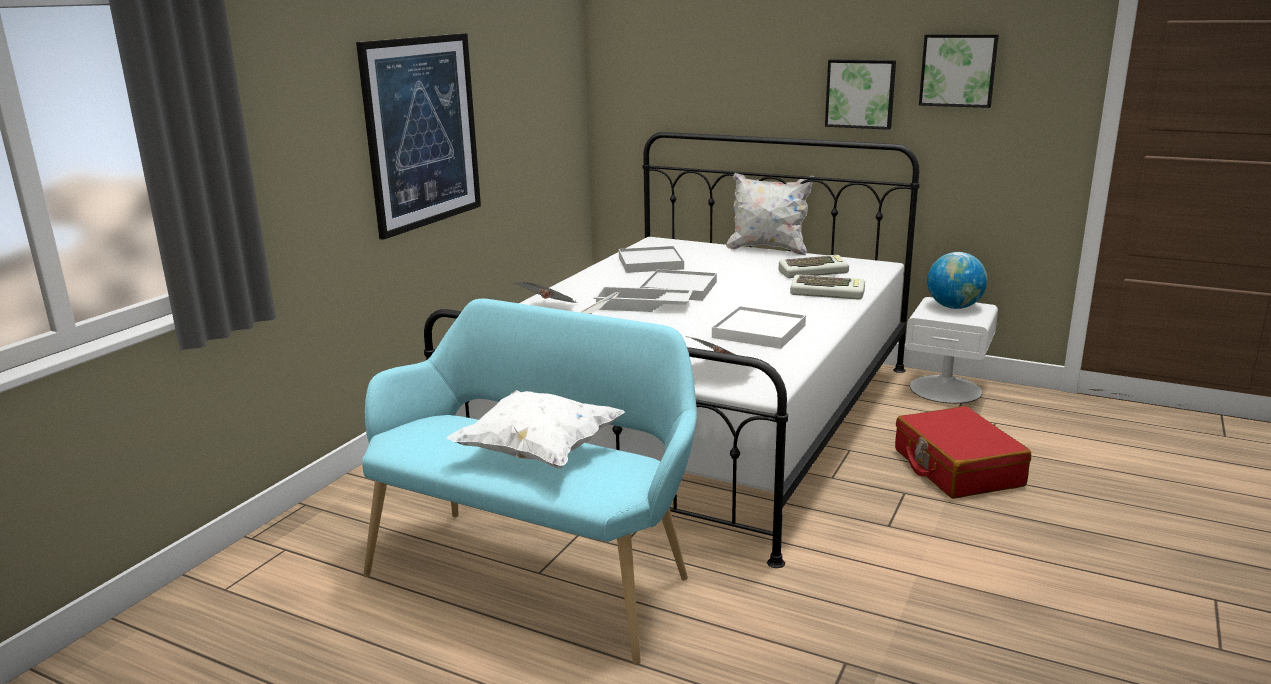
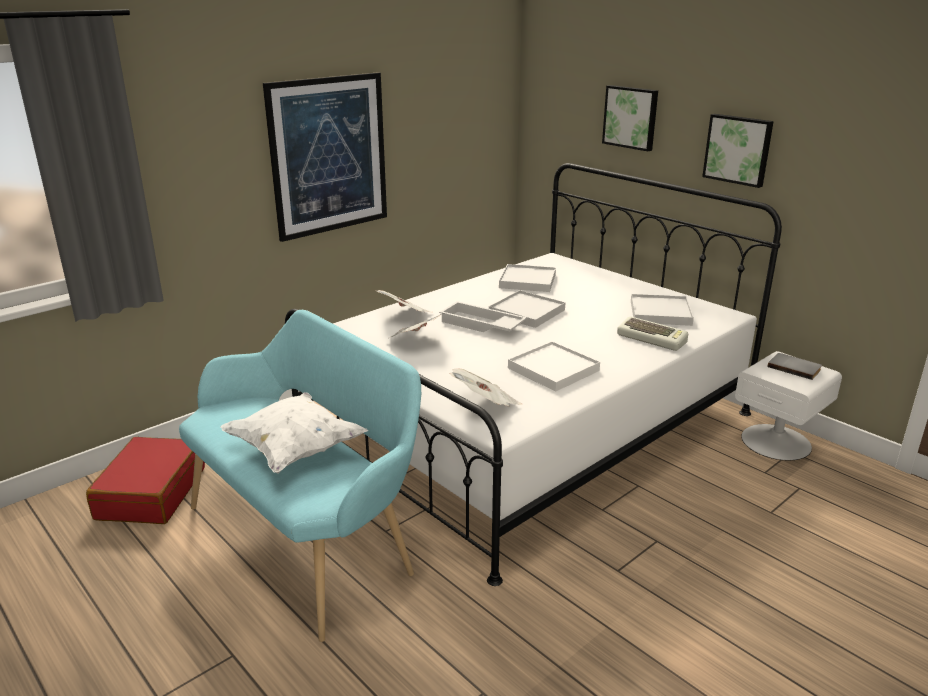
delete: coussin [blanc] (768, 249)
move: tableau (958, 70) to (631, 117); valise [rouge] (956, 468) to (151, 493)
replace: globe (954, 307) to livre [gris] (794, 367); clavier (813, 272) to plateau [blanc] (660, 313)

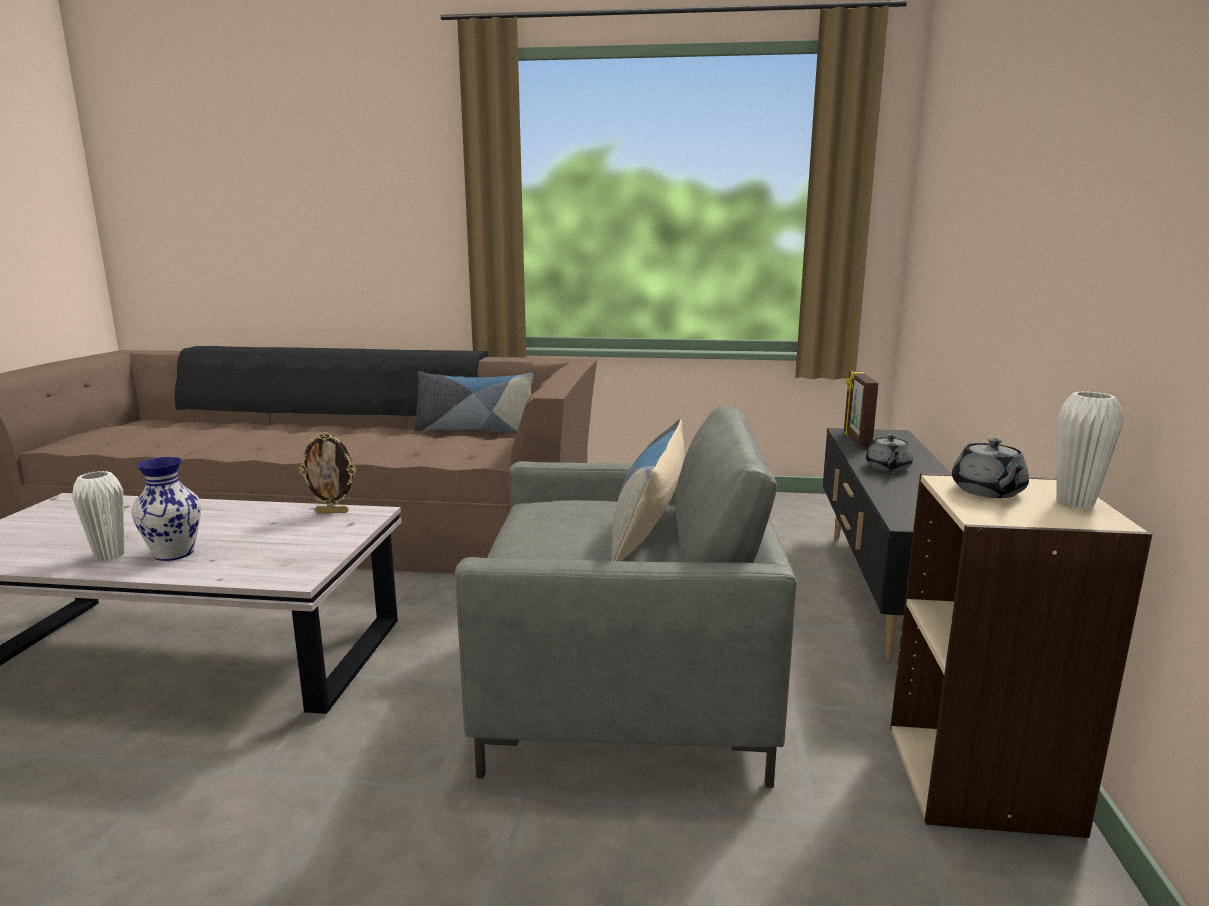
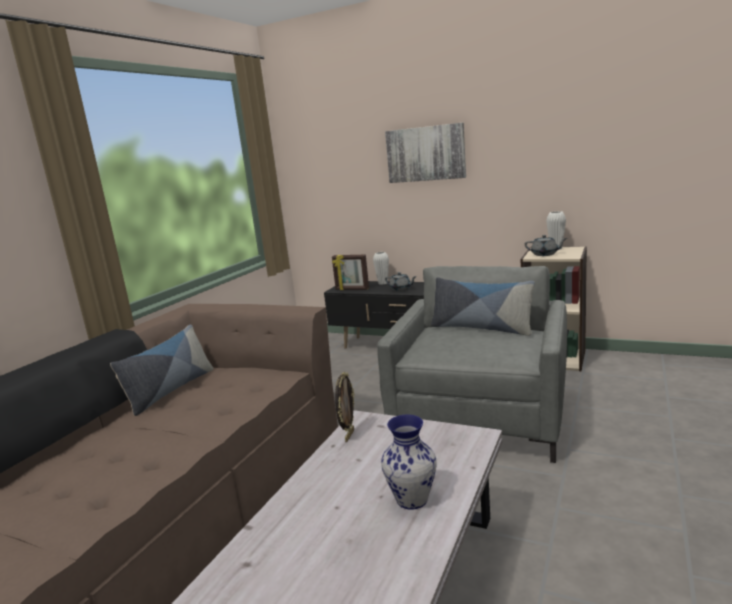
insert: tableau (425, 153)
move: vase [blanc] (109, 555) to (383, 283)

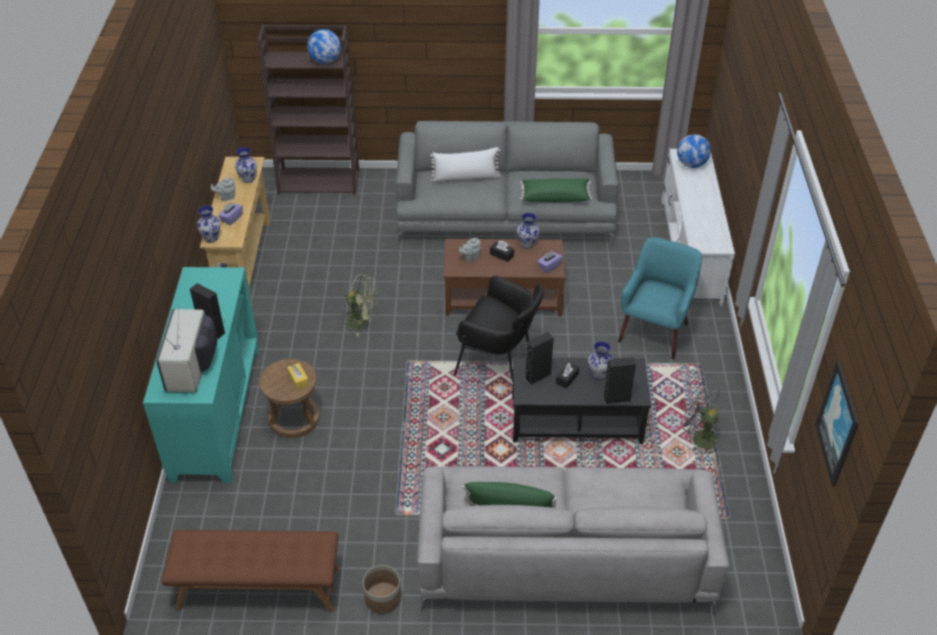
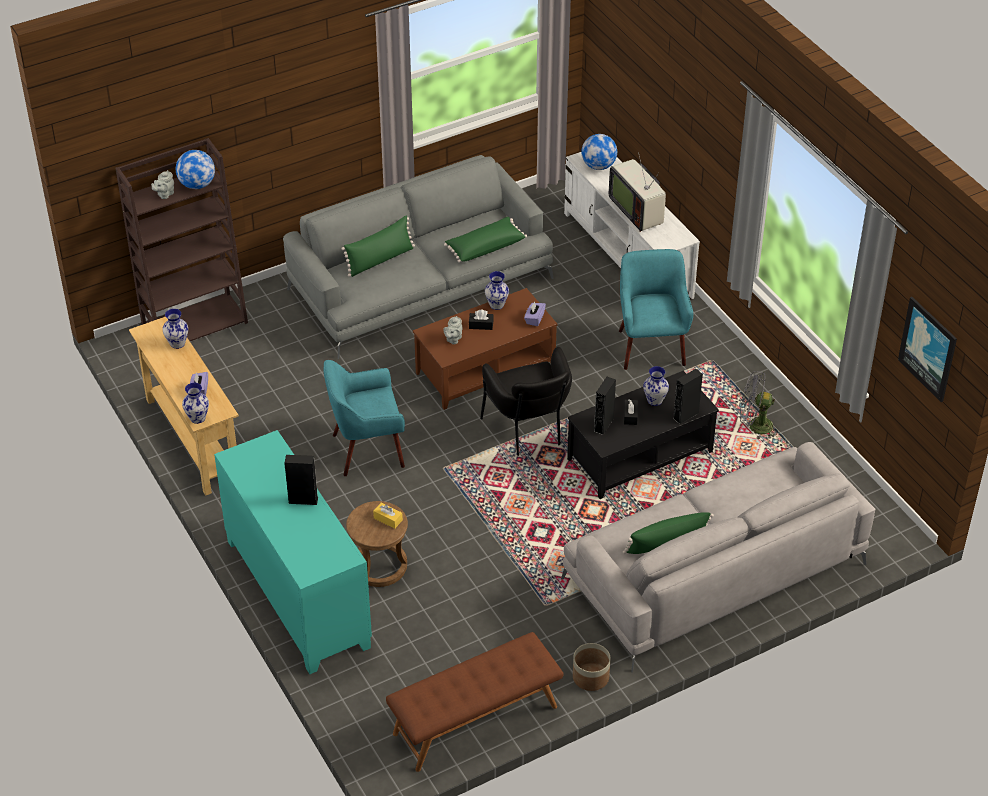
move: théière [gris] (226, 197) to (164, 194); téléviseur (193, 367) to (638, 211)
replace: ventilateur [vert] (361, 322) to fauteuil [turquoise] (366, 450)
recolor: coussin [blanc] (465, 177) to coussin [vert] (380, 260)
rotate: fauteuil [noir] (498, 361) = (529, 432) 75 degrees clockwise

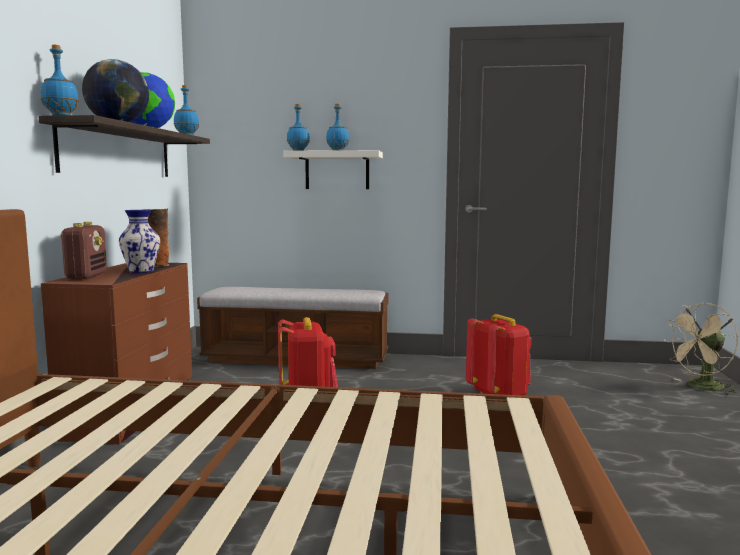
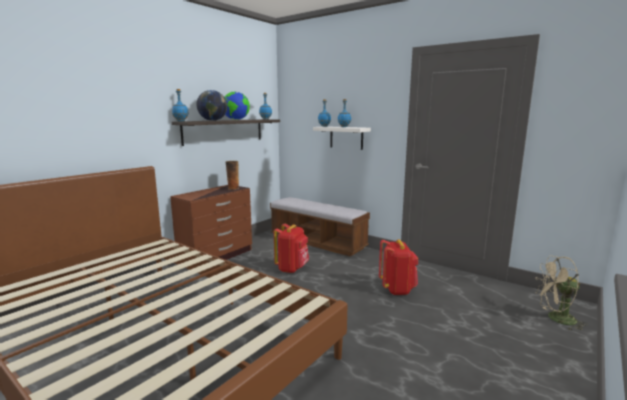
delete: vase (142, 271); radio (86, 276)

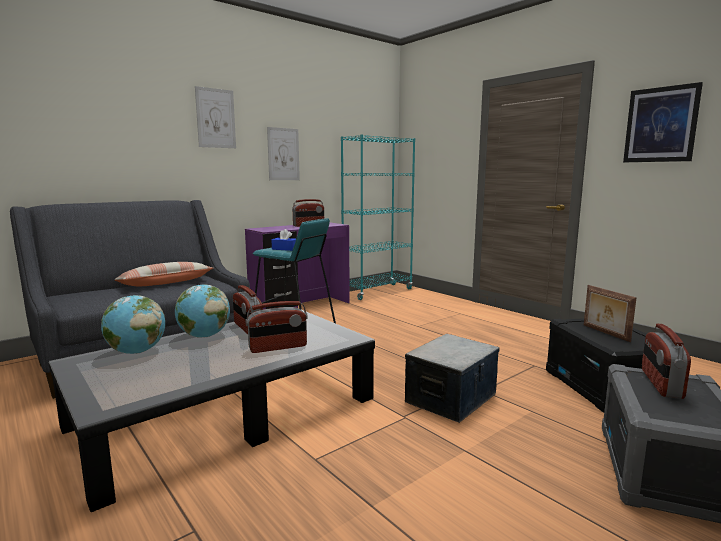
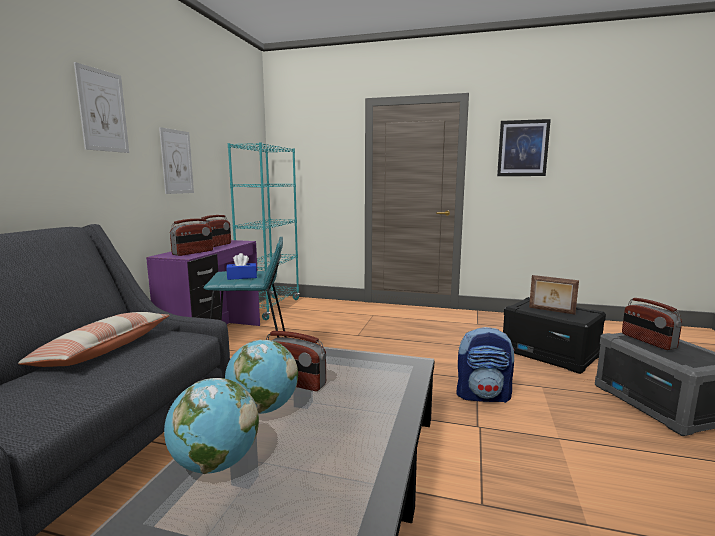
move: radio (278, 347) to (193, 252)
replace: boîte de rangement (451, 399) to sac à dos (483, 396)

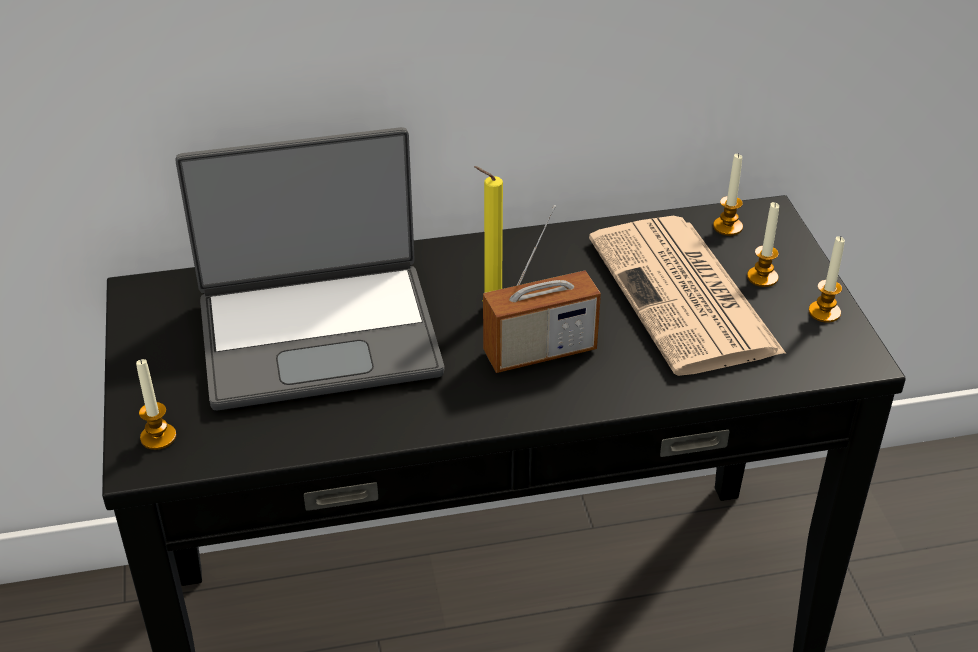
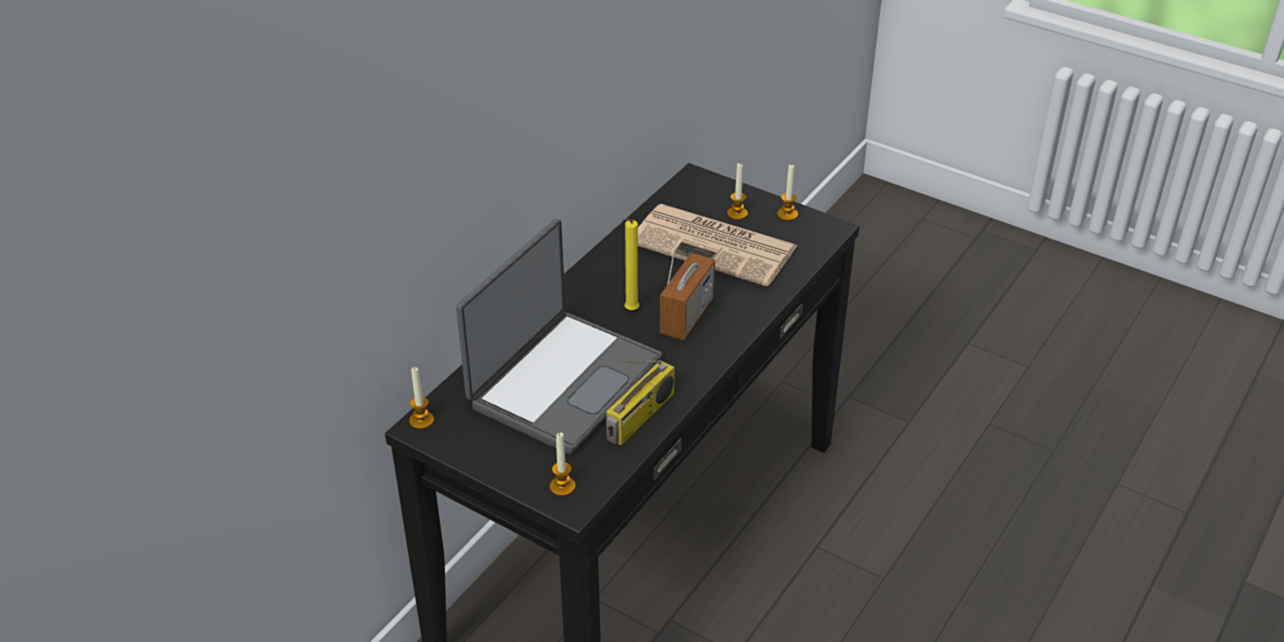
insert: radio (640, 417)
move: bougie (727, 227) to (421, 420)

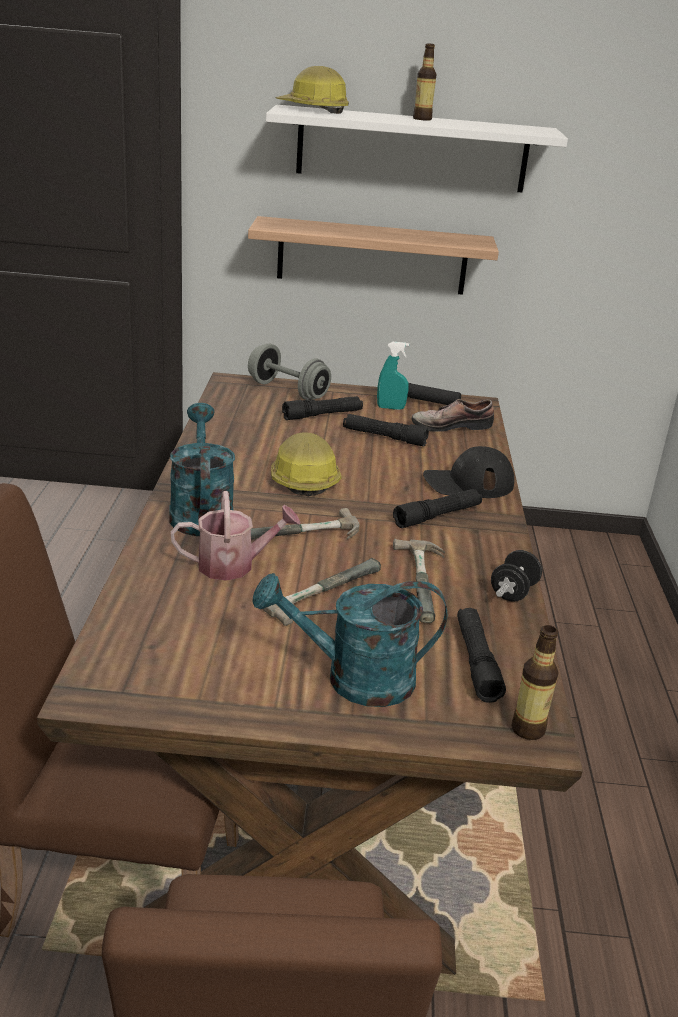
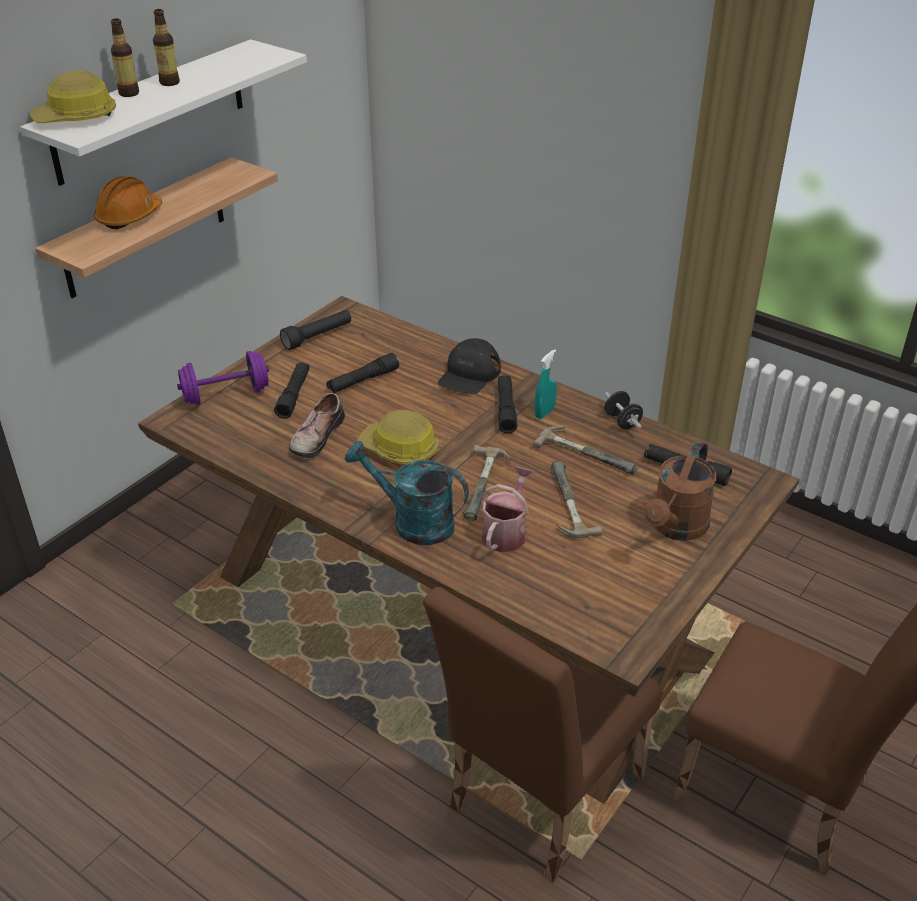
insert: casque de chantier [orange] (129, 217)
move: vaporisateur [turquoise] (390, 408) to (544, 413); chaussure (450, 425) to (315, 436); bouteille (528, 729) to (129, 93)
recolor: haltère [gris] (288, 391) to haltère [violet] (226, 395); arrosoir [turquoise] (353, 680) to arrosoir [marron] (676, 528)

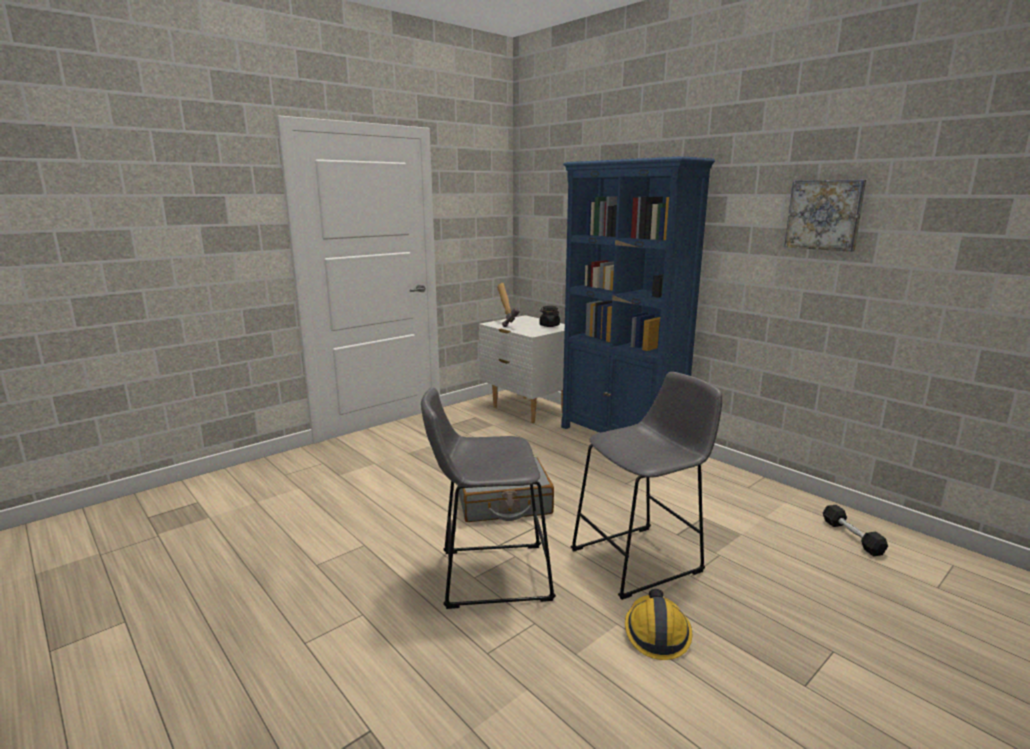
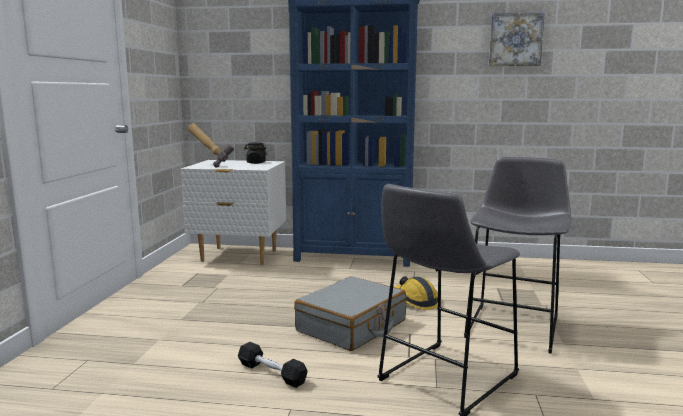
move: haltère [noir] (852, 537) to (272, 373); casque de chantier (656, 632) to (416, 301)

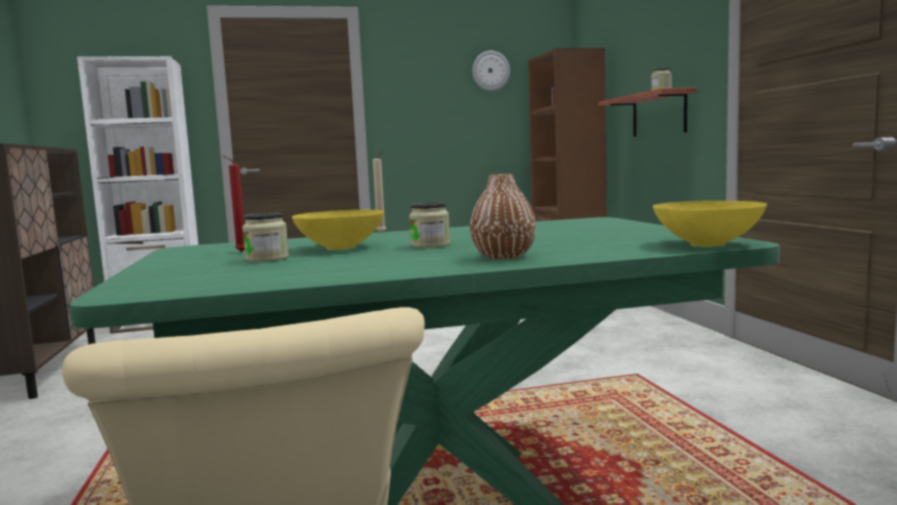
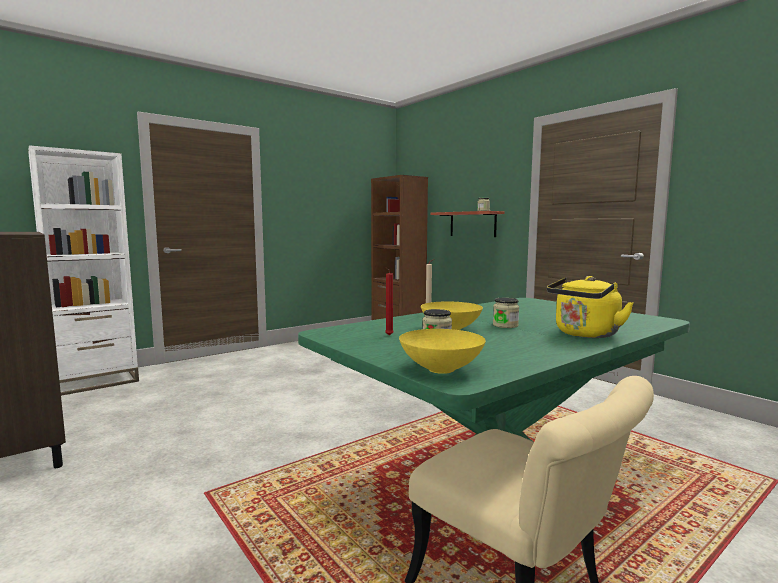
delete: horloge murale (490, 71)
move: bol [jaune] (708, 244) to (441, 369)
replace: vase [marron] (503, 256) to bouilloire [jaune] (585, 334)

